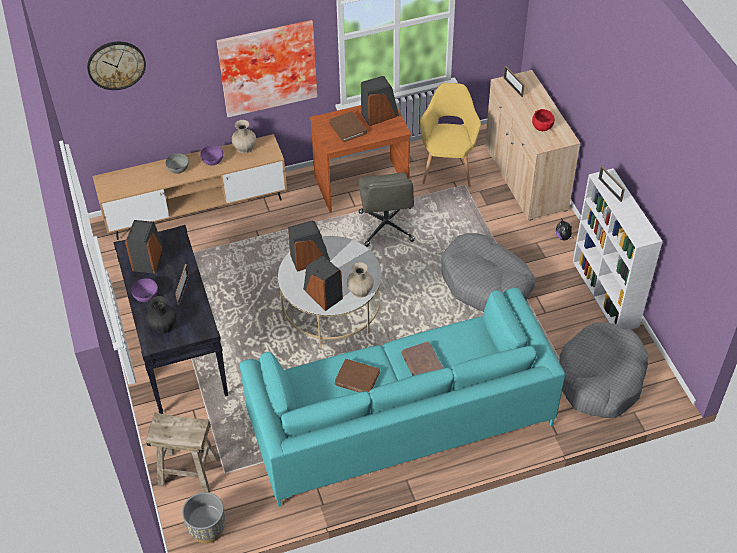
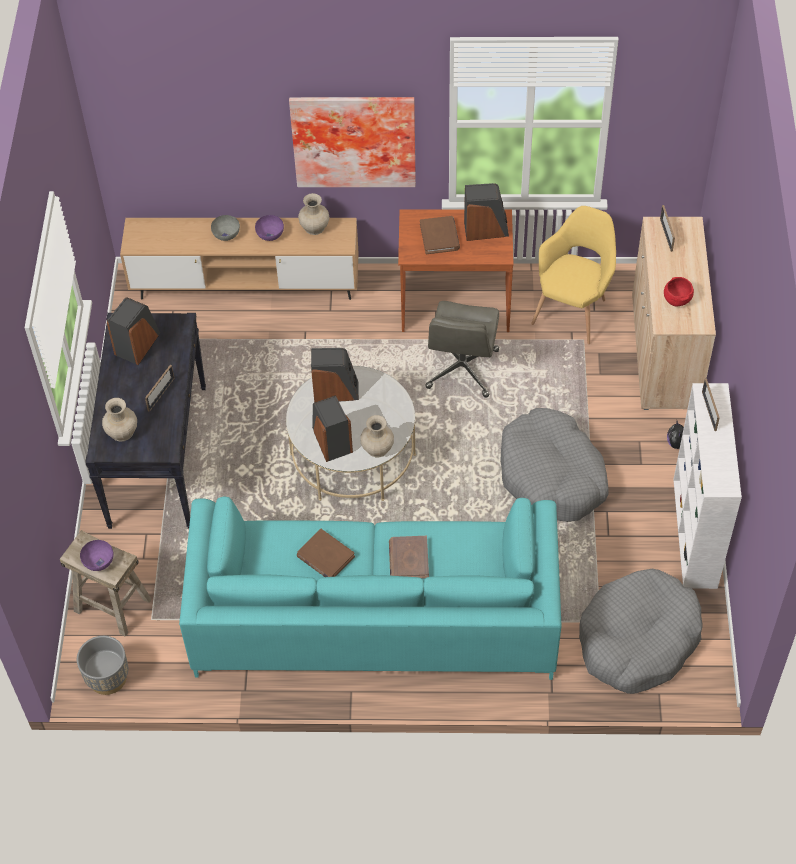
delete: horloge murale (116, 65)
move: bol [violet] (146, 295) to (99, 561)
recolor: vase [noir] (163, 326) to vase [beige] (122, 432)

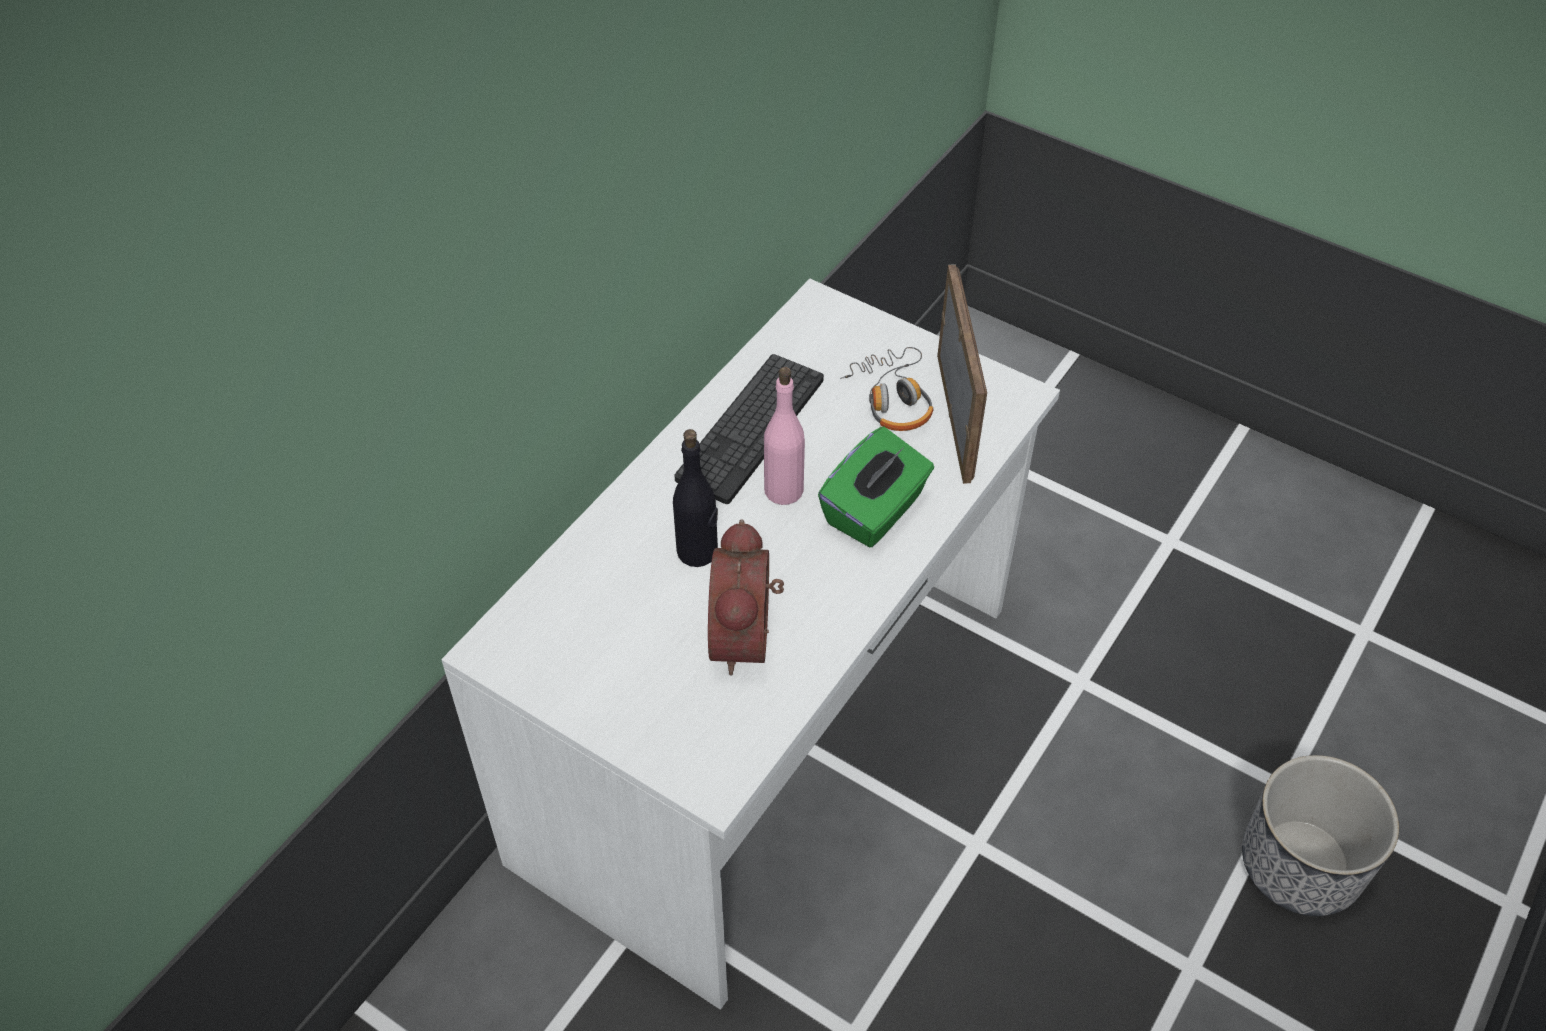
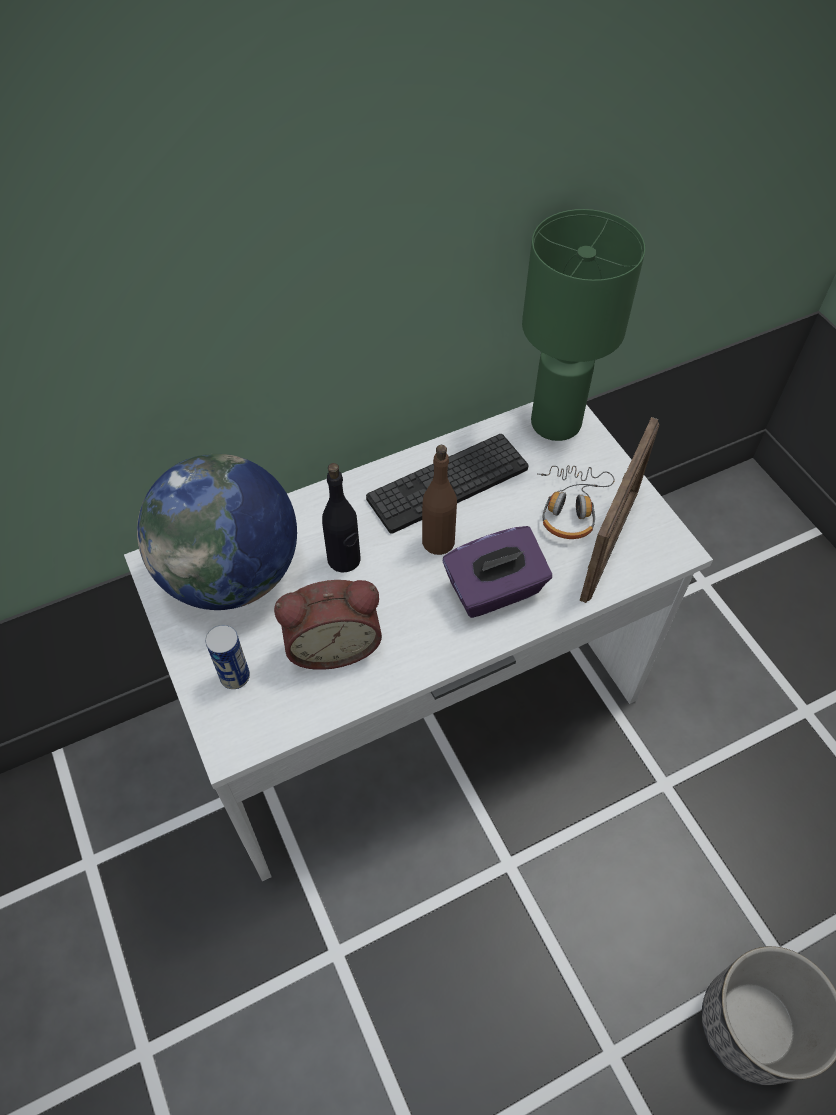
insert: lampe de table [vert] (557, 423); globe (231, 575); boîte métallique (235, 676)
recolor: bouteille [rose] (783, 490) to bouteille [marron] (438, 541); boîte à mouchoirs [vert] (875, 511) to boîte à mouchoirs [violet] (495, 590)
rotate: réveil (748, 638) = (333, 643) 135 degrees counterclockwise

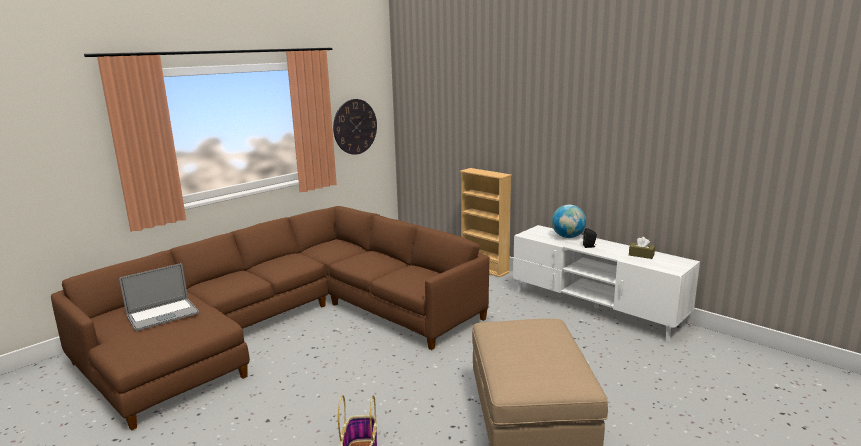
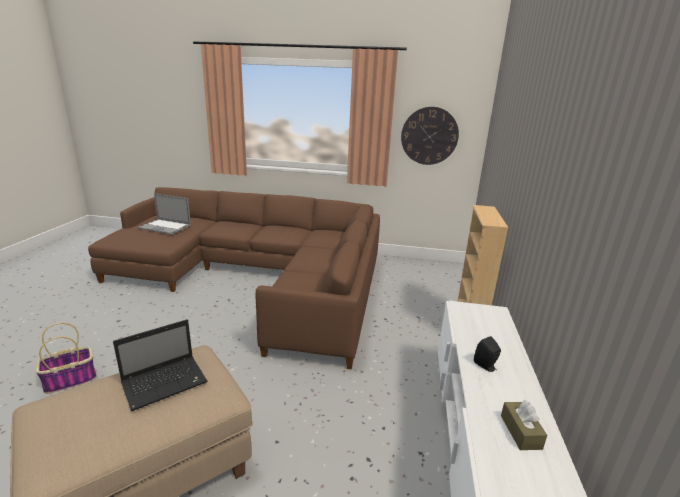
delete: globe (568, 237)
insert: ordinateur portable (166, 382)

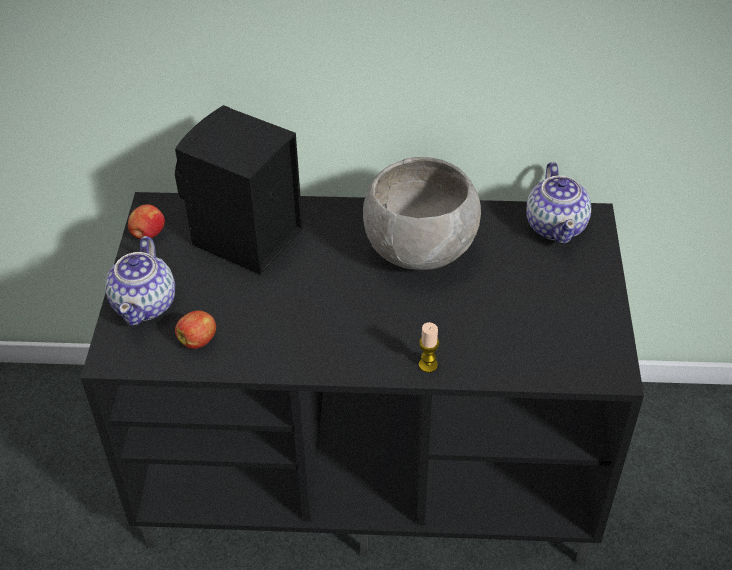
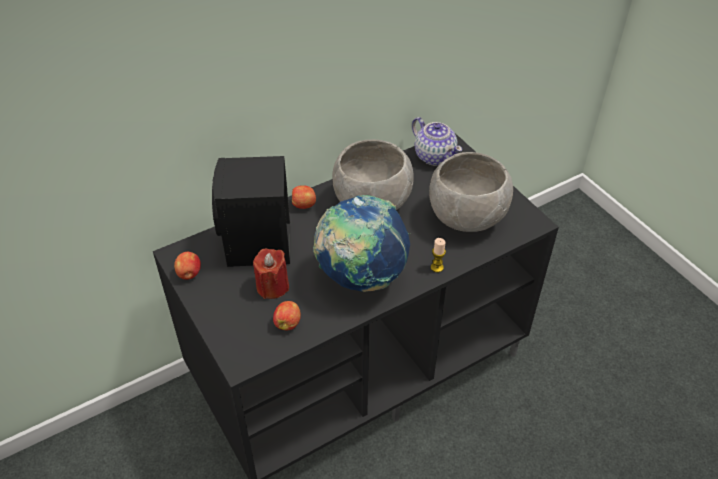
delete: théière (145, 304)
insert: bol [gris] (467, 217); pomme (304, 205); globe (361, 276); bougie [rouge] (272, 286)

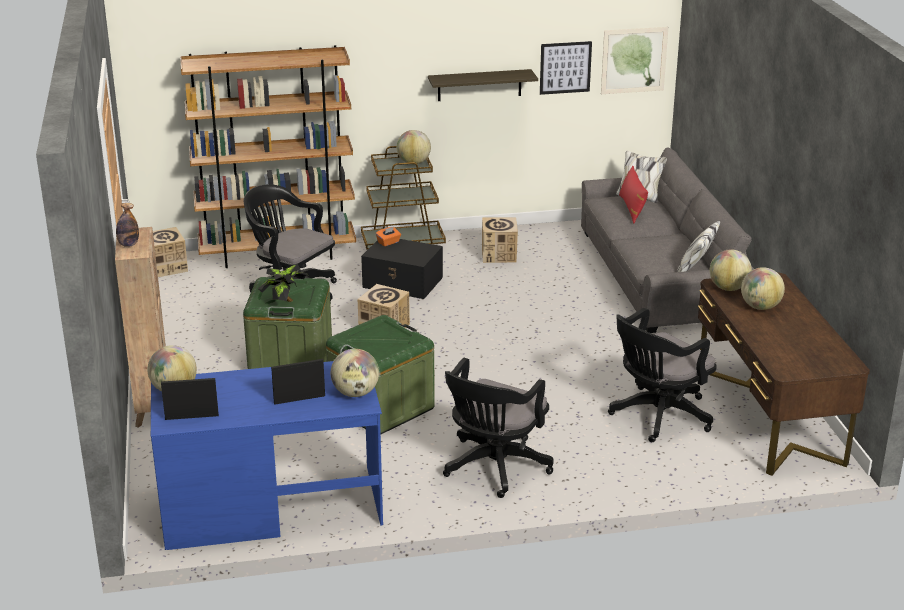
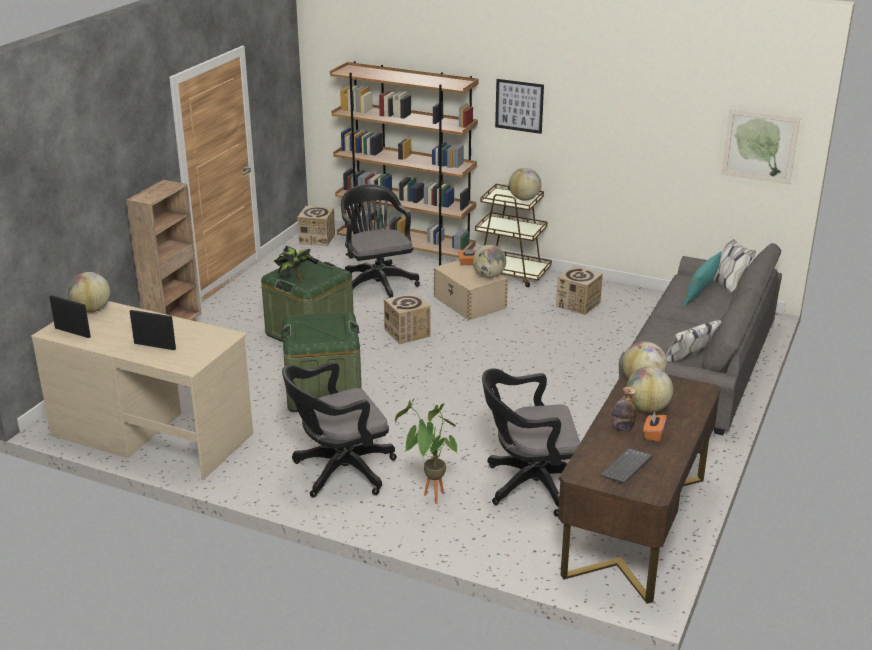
delete: étagère (479, 85)
insert: plante en pot (429, 498); boîte à mouchoirs [orange] (653, 434); clavier (626, 468)
move: tableau (565, 67) to (519, 106); bouteille (128, 244) to (622, 428); globe (355, 393) to (489, 276)
recolor: coussin [rouge] (632, 208) to coussin [turquoise] (701, 293); boîte de rangement [noir] (403, 282) to boîte de rangement [beige] (470, 302); bureau [bleu] (271, 506) to bureau [beige] (152, 434)

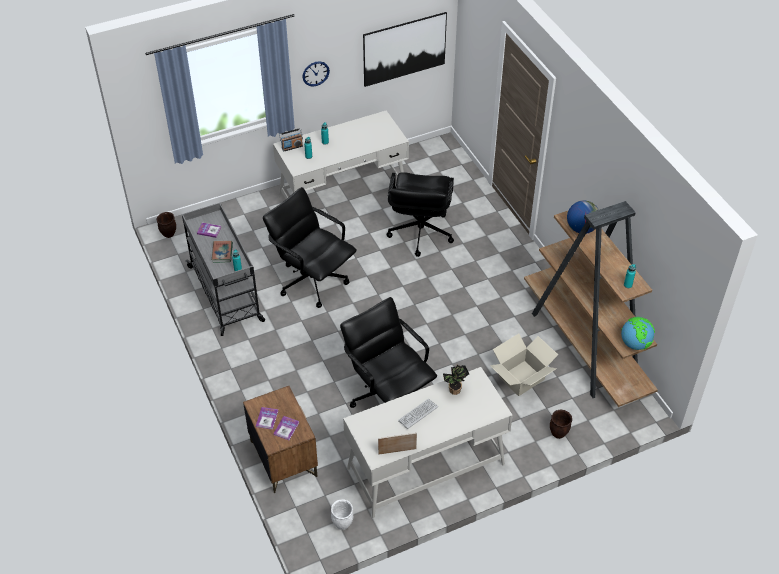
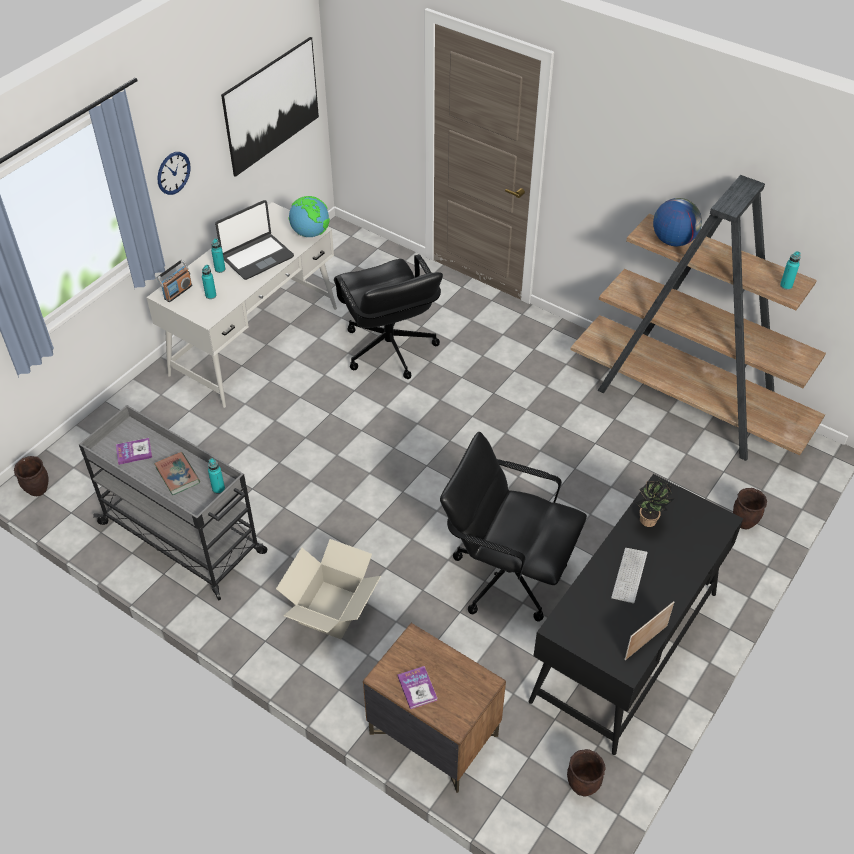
delete: chaise de bureau [noir] (312, 281); livre (286, 428)
insert: ordinateur portable (257, 257)
move: globe (635, 344) to (310, 233); carton (522, 378) to (332, 610)
recolor: bureau [blanc] (425, 466) to bureau [noir] (624, 646); cache-pot [blanc] (343, 524) to cache-pot [marron] (583, 785)

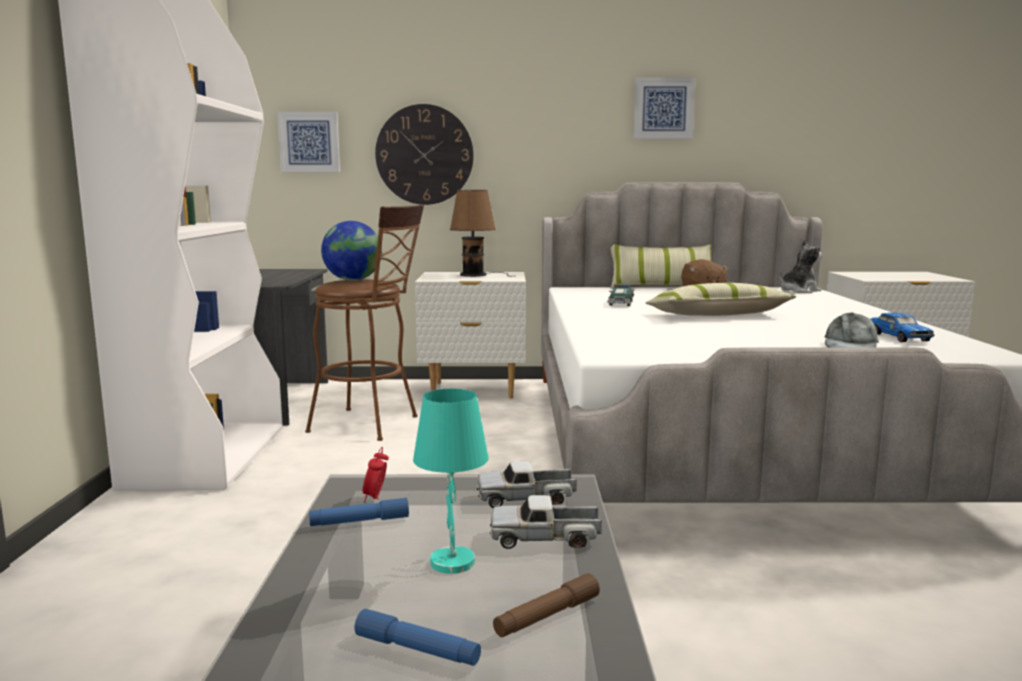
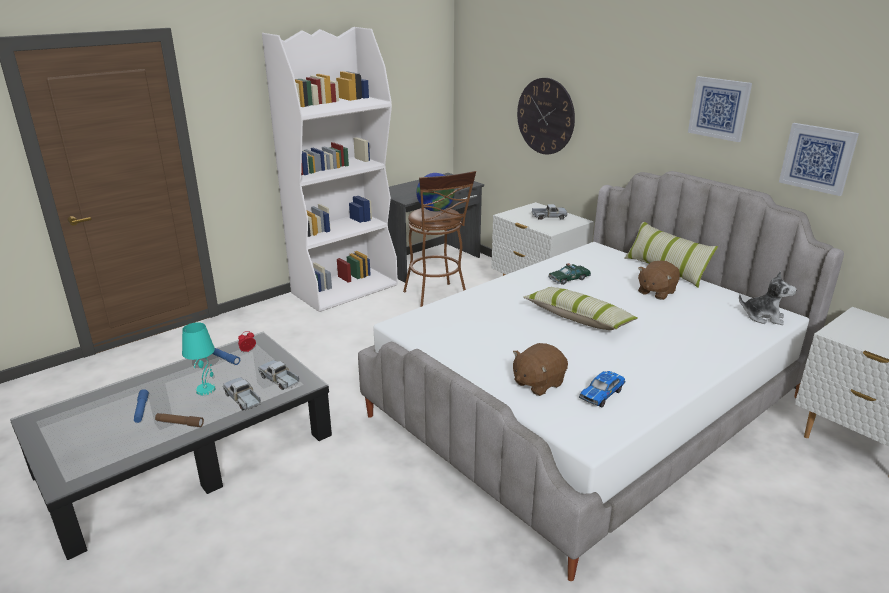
move: tableau (309, 142) to (817, 158)
replace: lampe de table [marron] (476, 275) to camion jouet (549, 217); casquette [gris] (850, 346) to peluche [marron] (537, 383)

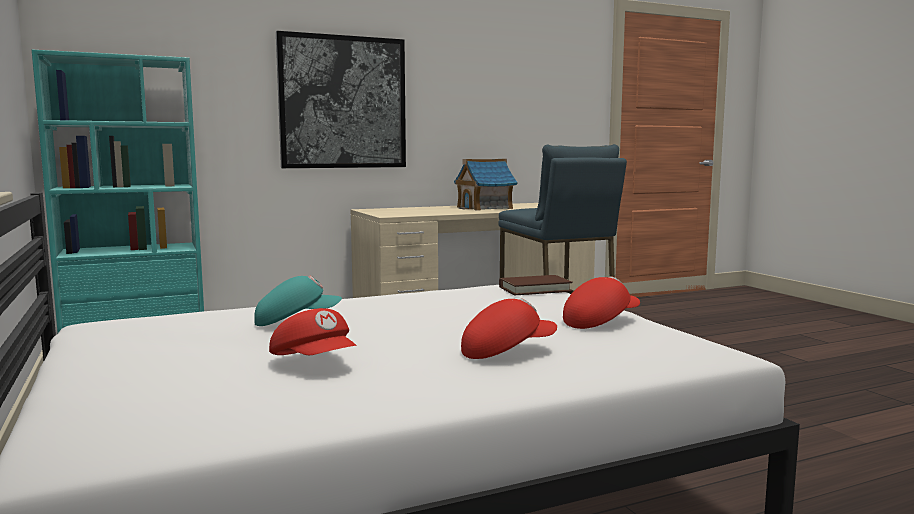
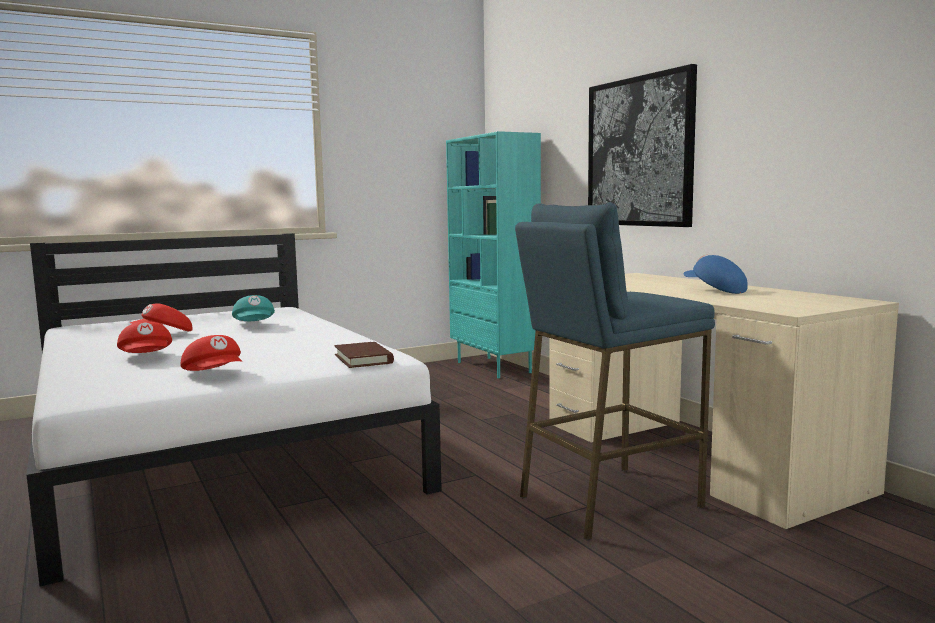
replace: maison miniature (485, 208) to casquette [bleu] (714, 290)

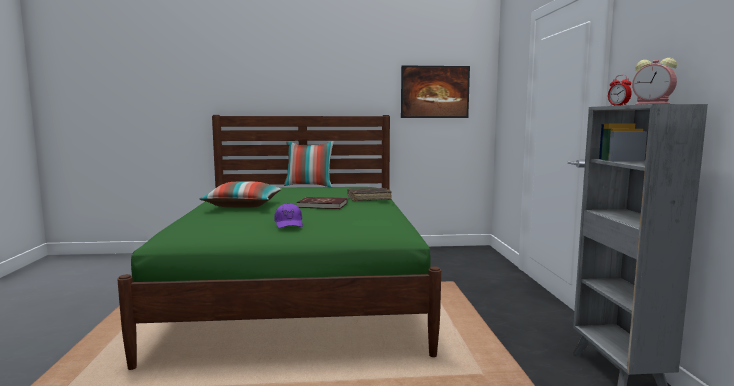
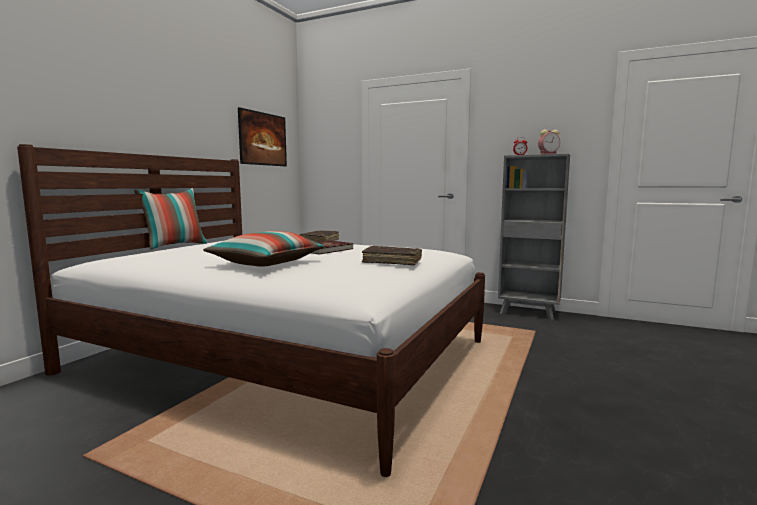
replace: casquette [violet] (289, 224) to livre [marron] (392, 261)
recolor: lit [vert] (298, 290) to lit [blanc] (284, 356)

